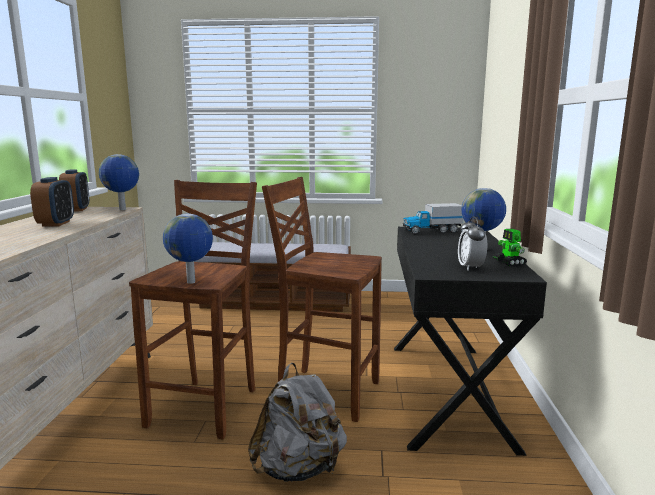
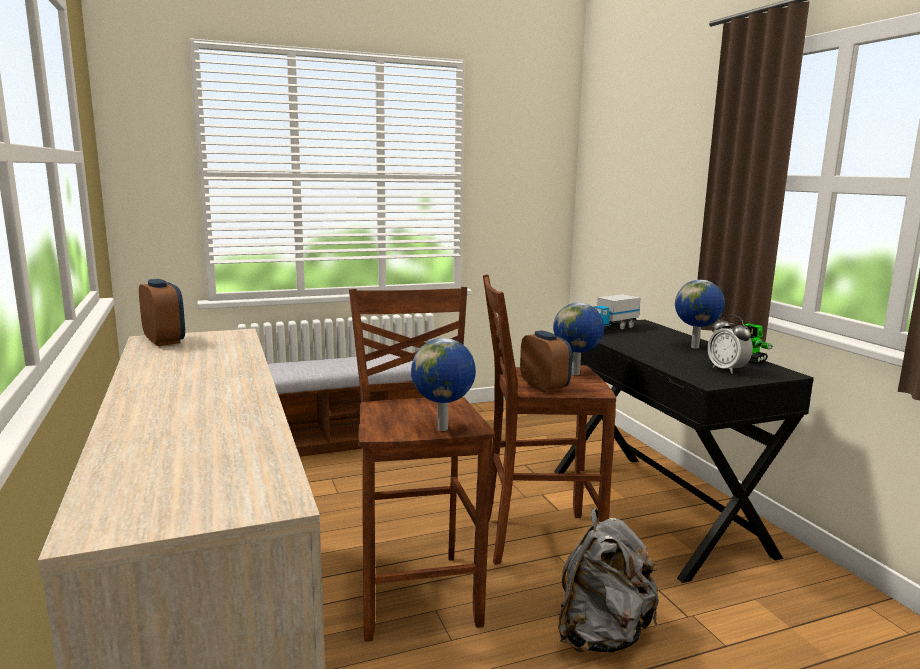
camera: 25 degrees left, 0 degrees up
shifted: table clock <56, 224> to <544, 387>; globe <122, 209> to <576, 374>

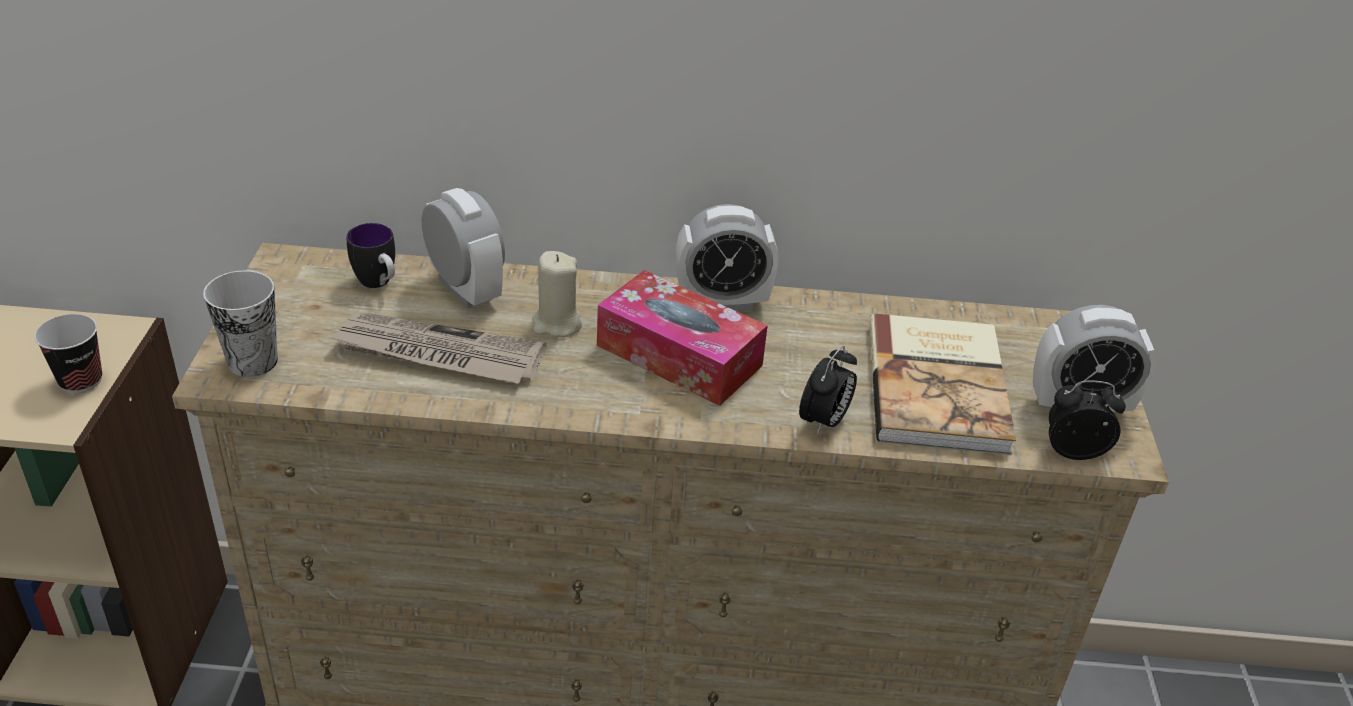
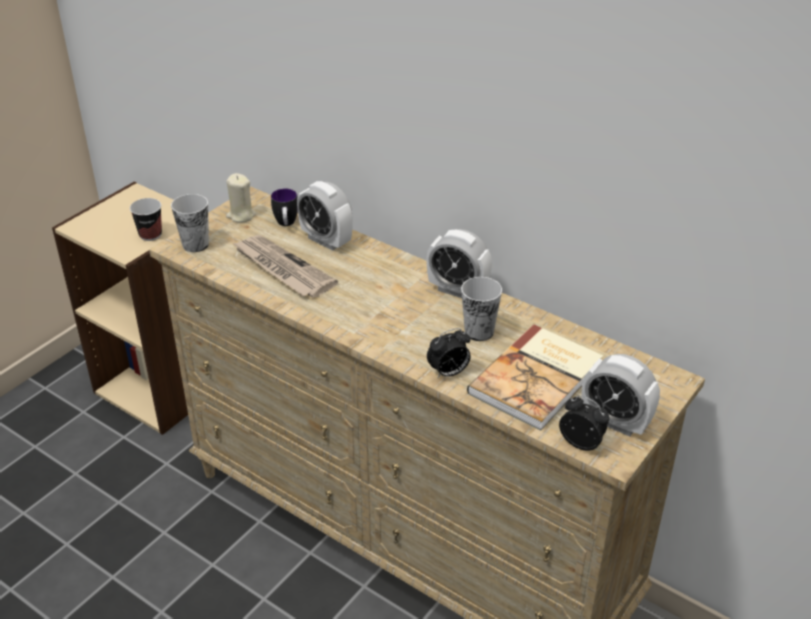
camera: 35 degrees right, 0 degrees up
gone: box of tissues <679, 355>
new: small cup <479, 331>
shifted: beige-coloured wax light <556, 324> to <241, 215>
rotated: table clock <465, 289> = <326, 240> 135 degrees clockwise

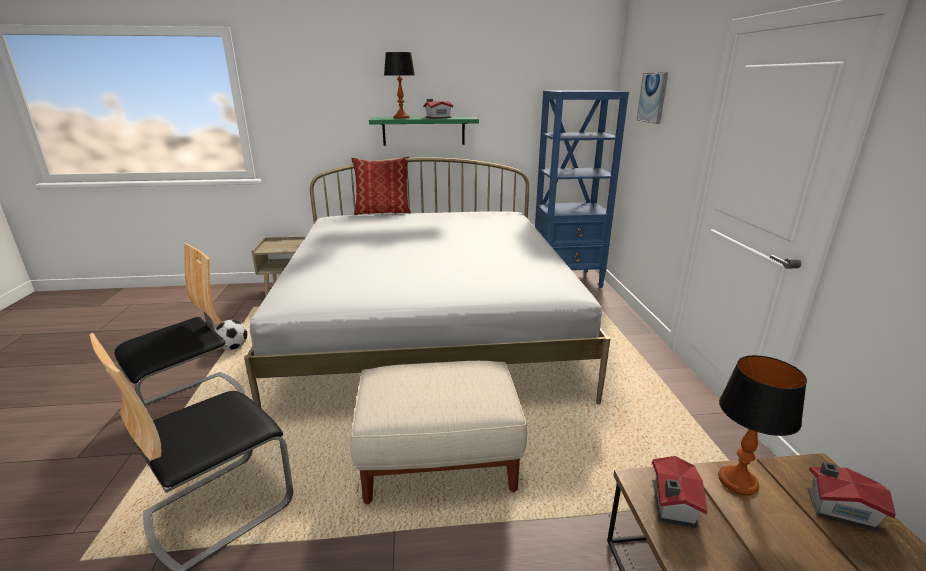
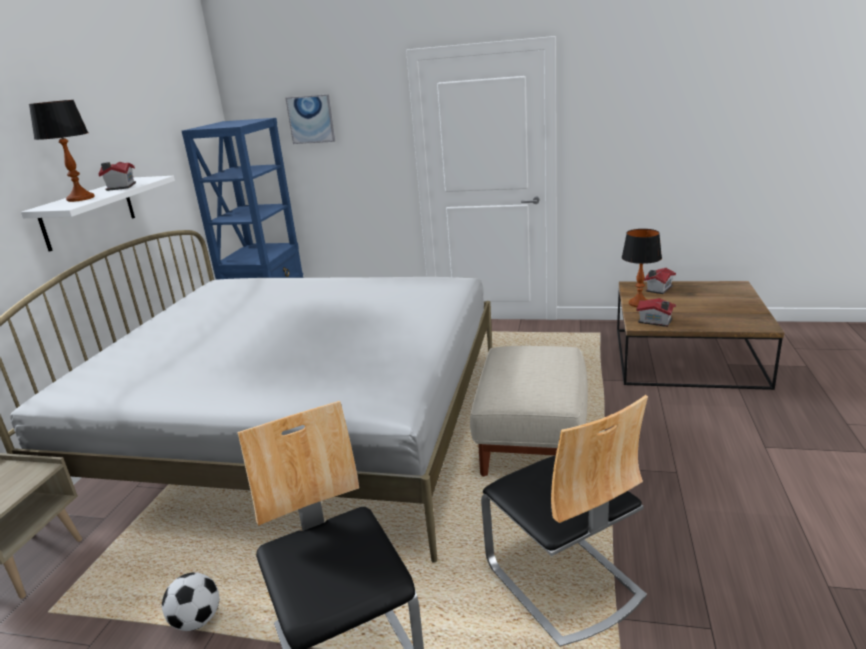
camera: 70 degrees left, 0 degrees up
gone: pillow <383, 212>
repainted: green-coloured wall shelf <423, 131> to white wall shelf <89, 213>

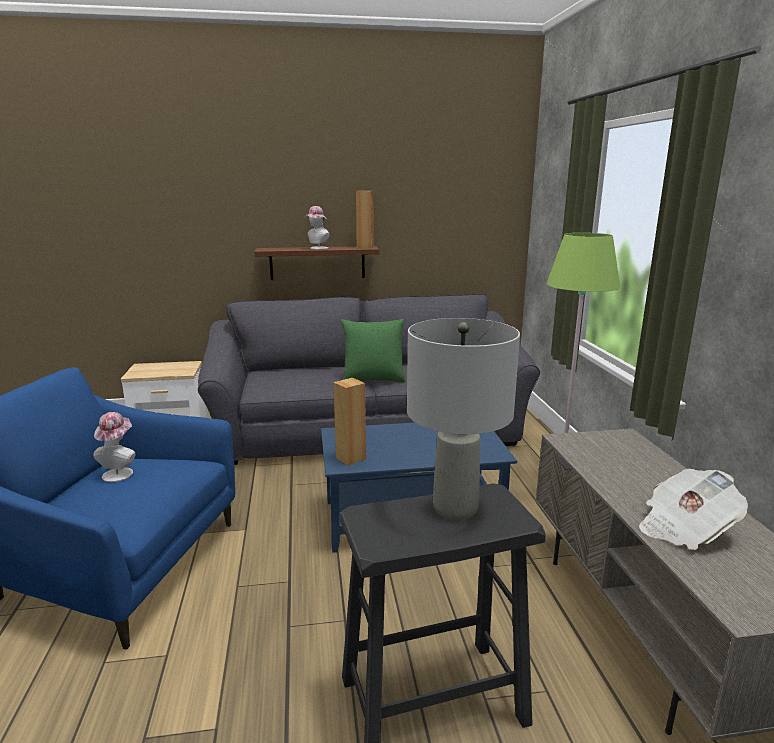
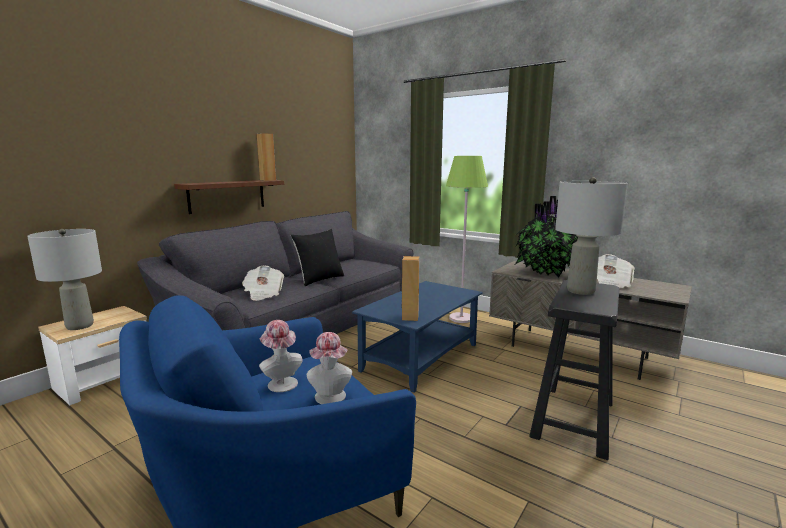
camera: 45 degrees left, 5 degrees down
new: grey lamp for a table <80, 326>; newspaper <263, 294>; potted plant <546, 272>
shifted: hat <317, 248> to <330, 398>
repainted: green-coloured pillow <373, 379> to black pillow <319, 279>

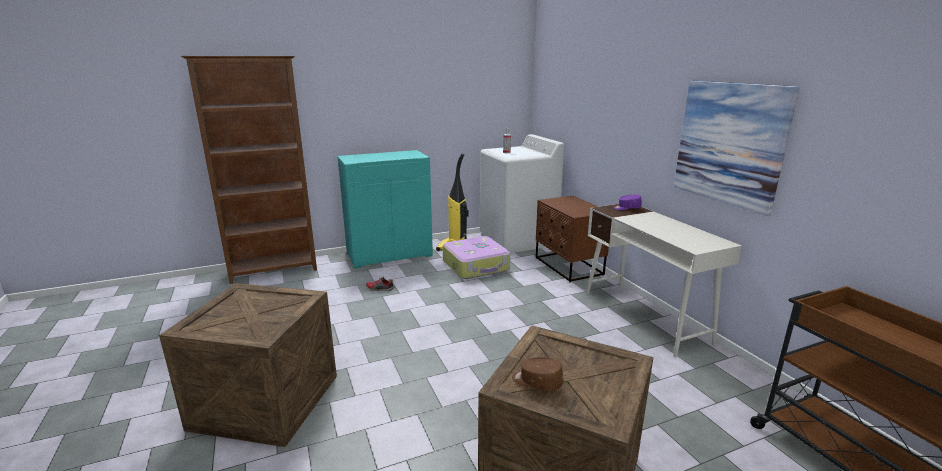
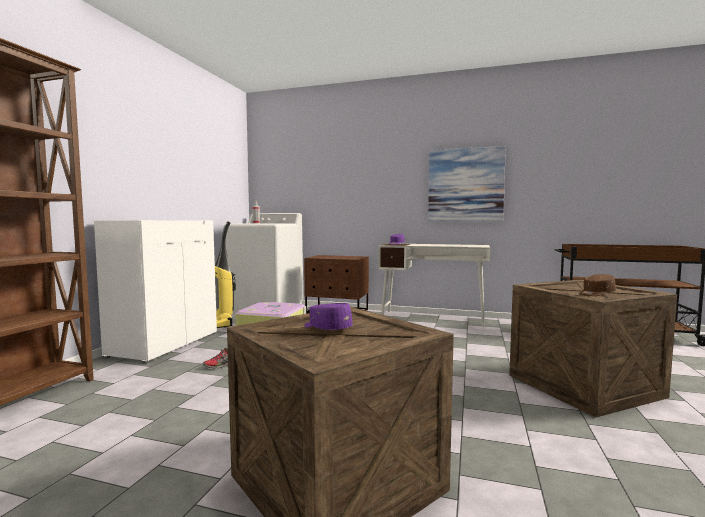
camera: 50 degrees left, 15 degrees down
new: purplish peaked cap <326, 328>
repainted: blue-green storage cabinet <389, 254> to white storage cabinet <164, 344>

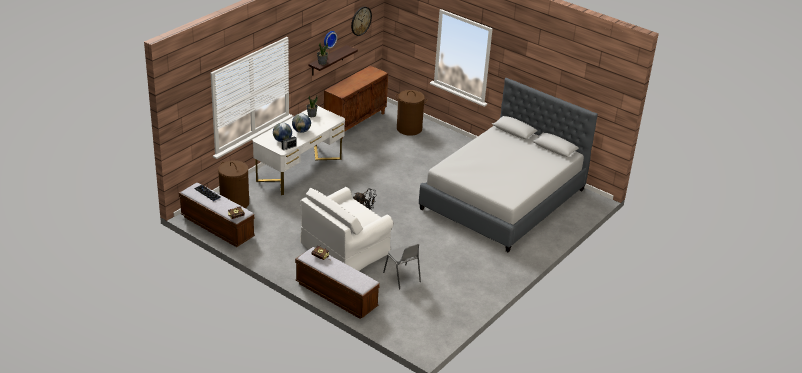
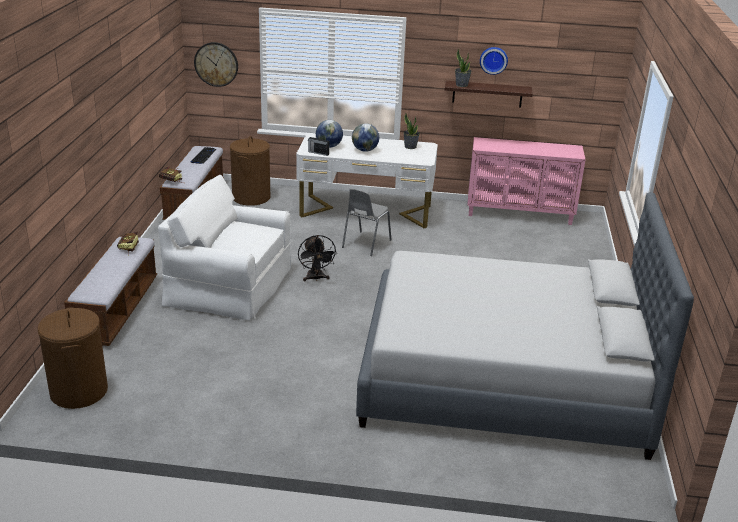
camera: 60 degrees right, 5 degrees down
shifted: wall clock <361, 21> to <216, 64>; grey plain chair <402, 277> to <365, 244>; brown-coloured hamper <409, 129> to <79, 391>
repainted: brown-coloured storage cabinet <355, 122> to pink storage cabinet <520, 213>

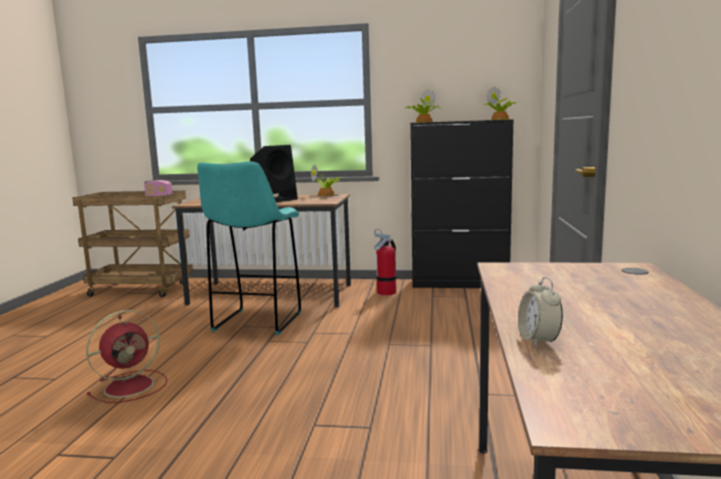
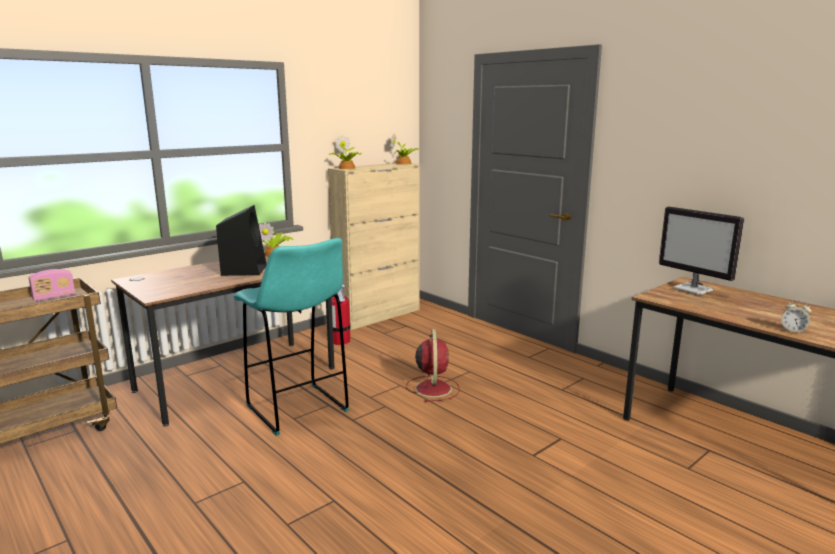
camera: 50 degrees left, 5 degrees up
new: monitor <693, 289>
shifted: reddish fan <131, 386> to <433, 388>
repainted: black storage cabinet <460, 284> to beige-coloured storage cabinet <378, 315>

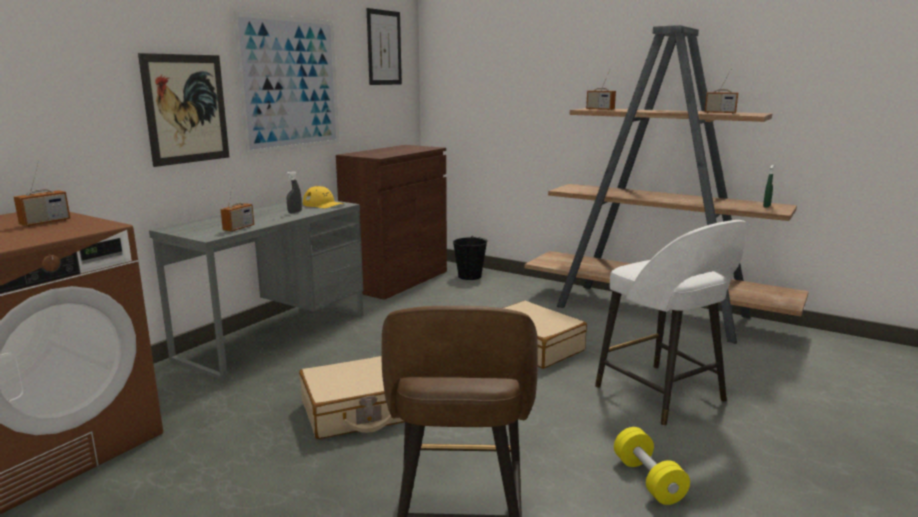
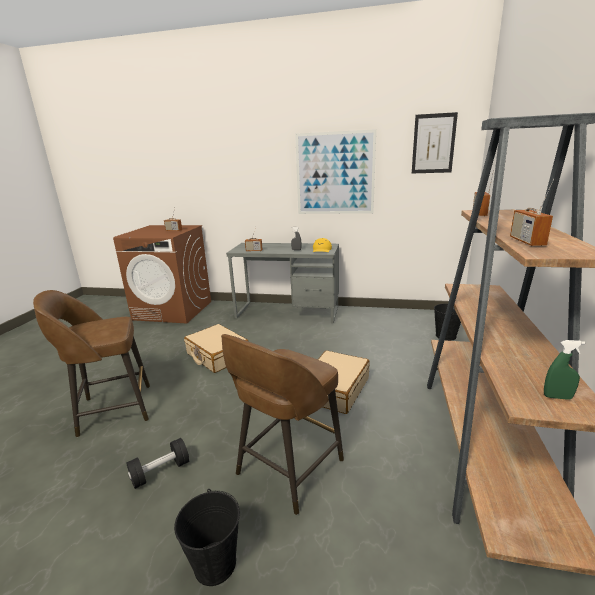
camera: 70 degrees right, 5 degrees up
gone: picture <186, 109>; brown-coloured storage cabinet <397, 280>
new: black bucket <215, 564>
repainted: white stool seat <662, 395> to brown-coloured stool seat <287, 469>; yellow-coloured free weight <648, 480> to black free weight <160, 472>

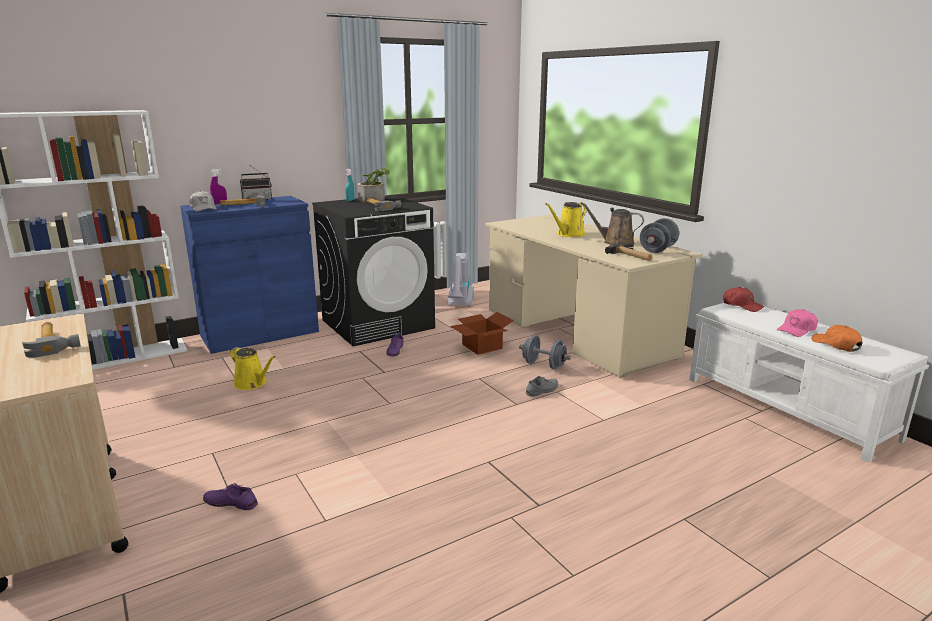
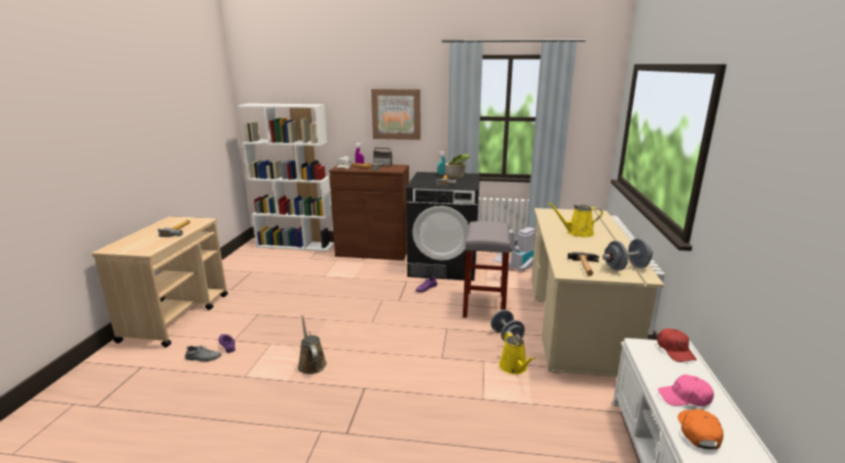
camera: 40 degrees right, 0 degrees up
new: picture <396, 114>
shifted: yellow-coloured sprinkling can <252, 383> to <514, 367>; grey shoe <542, 390> to <203, 357>; brown-coloured sprinkling can <615, 242> to <311, 363>
swapped: cardboard box <480, 346> to grey stool seat <484, 305>
repainted: blue storage cabinet <260, 333> to brown-coloured storage cabinet <373, 251>

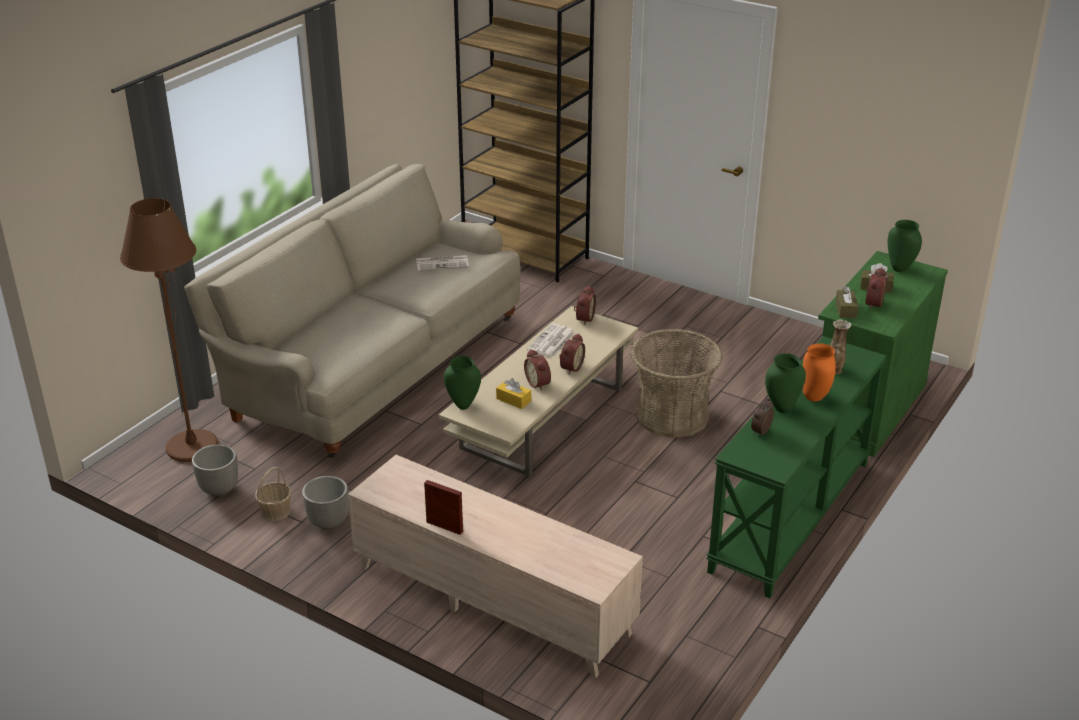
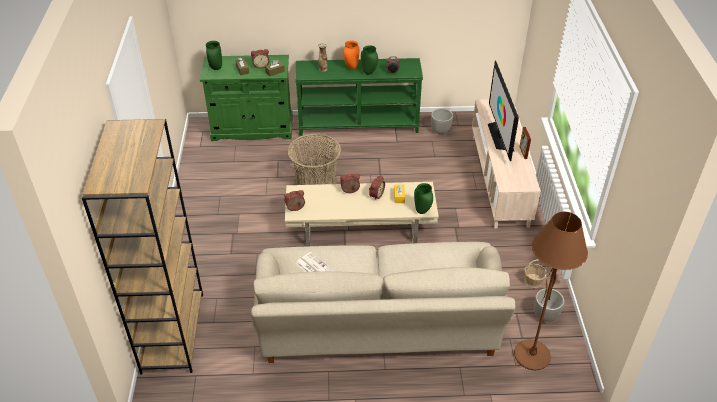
camera: 125 degrees left, 10 degrees up
gone: newspaper <551, 342>
new: TV <500, 136>
shifted: flower pot <328, 522> to <441, 131>

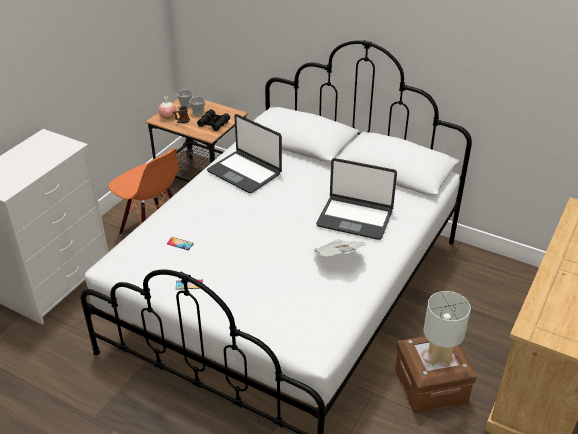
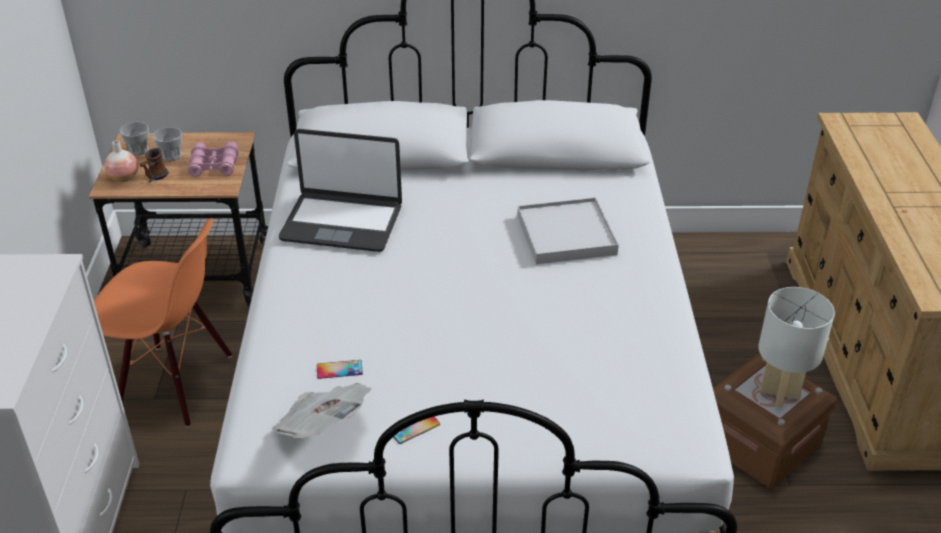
camera: 30 degrees left, 0 degrees up
shifted: newspaper <338, 258> to <323, 427>
swapped: laptop <355, 218> to white tray <566, 235>
repainted: black binoculars <213, 124> to pink binoculars <214, 165>

